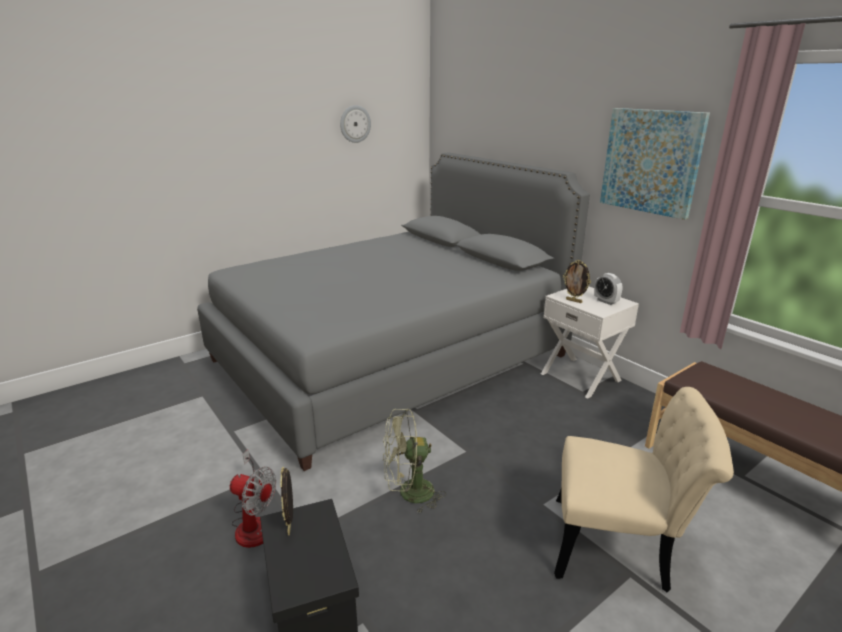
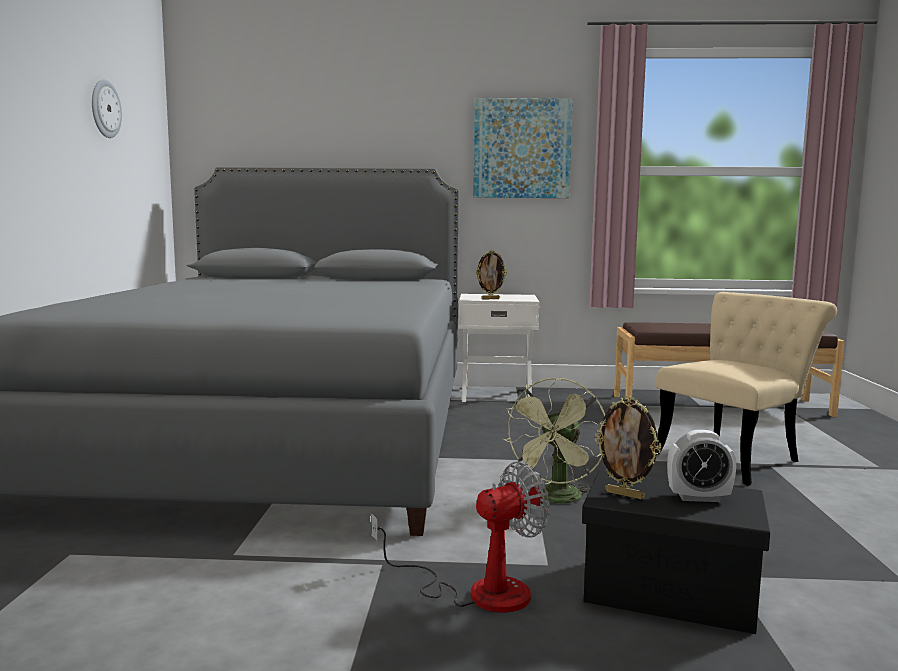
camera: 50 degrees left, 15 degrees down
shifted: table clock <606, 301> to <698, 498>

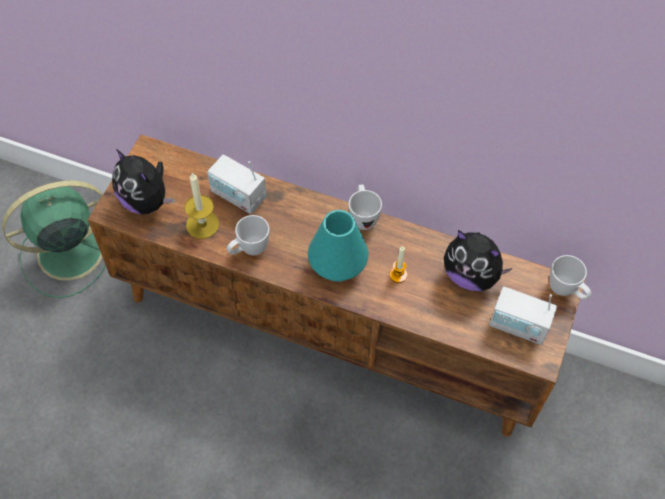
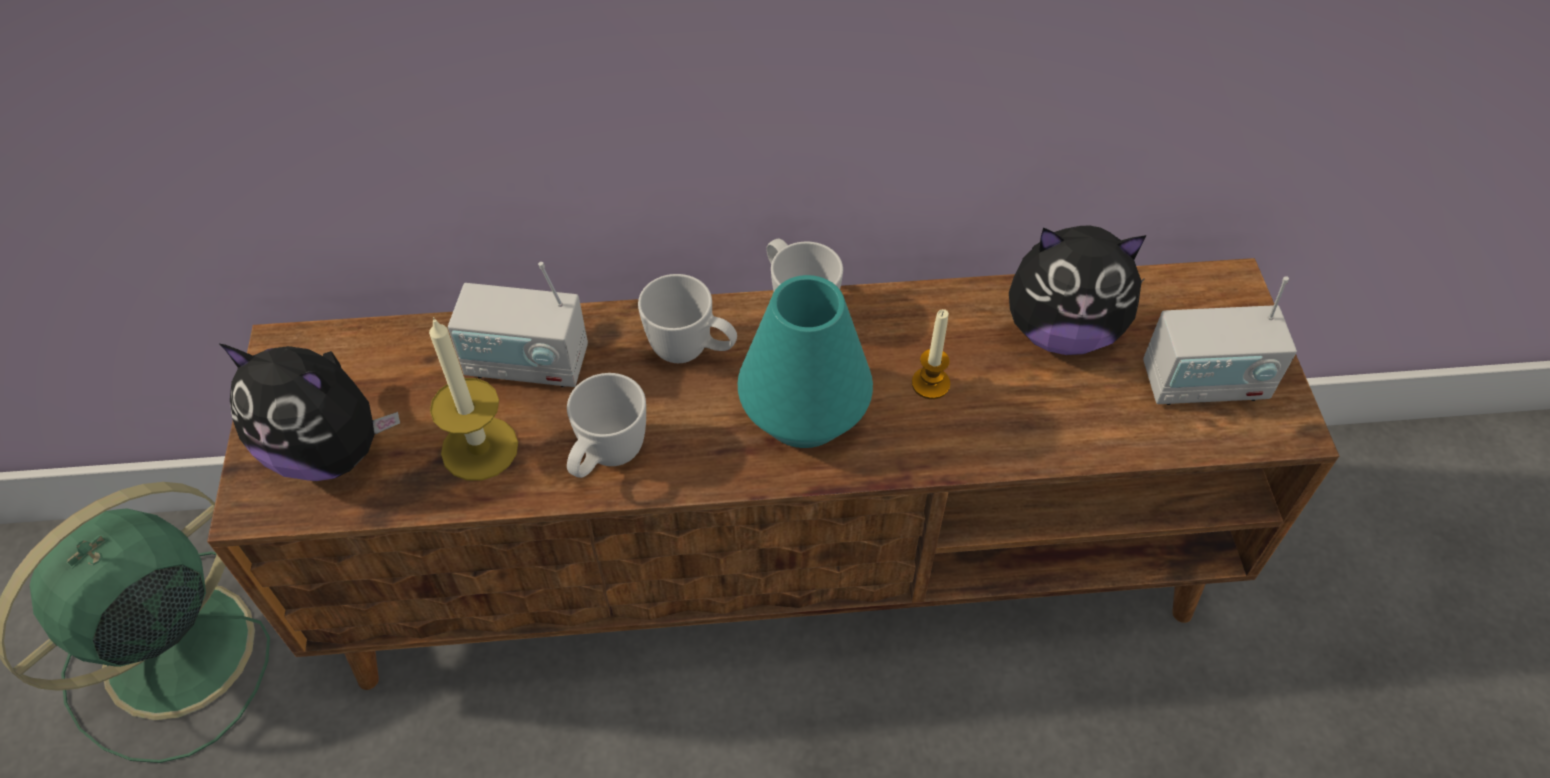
camera: 25 degrees left, 5 degrees down
shifted: white mug <566, 291> to <692, 352>

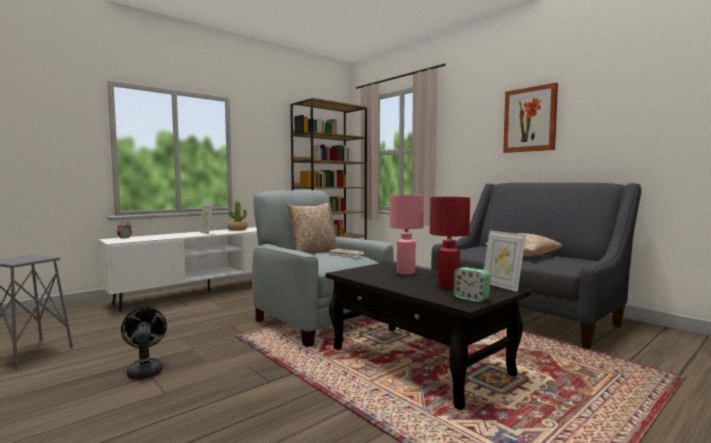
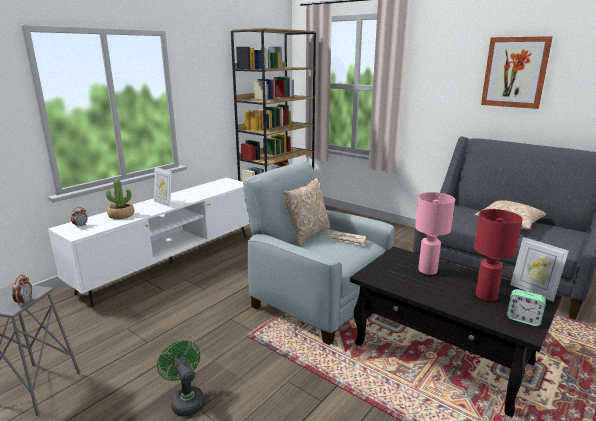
camera: 10 degrees left, 15 degrees up
new: table clock <25, 302>
shifted: potted plant <237, 229> to <121, 215>
repainted: black fan <145, 370> to green-coloured fan <186, 400>

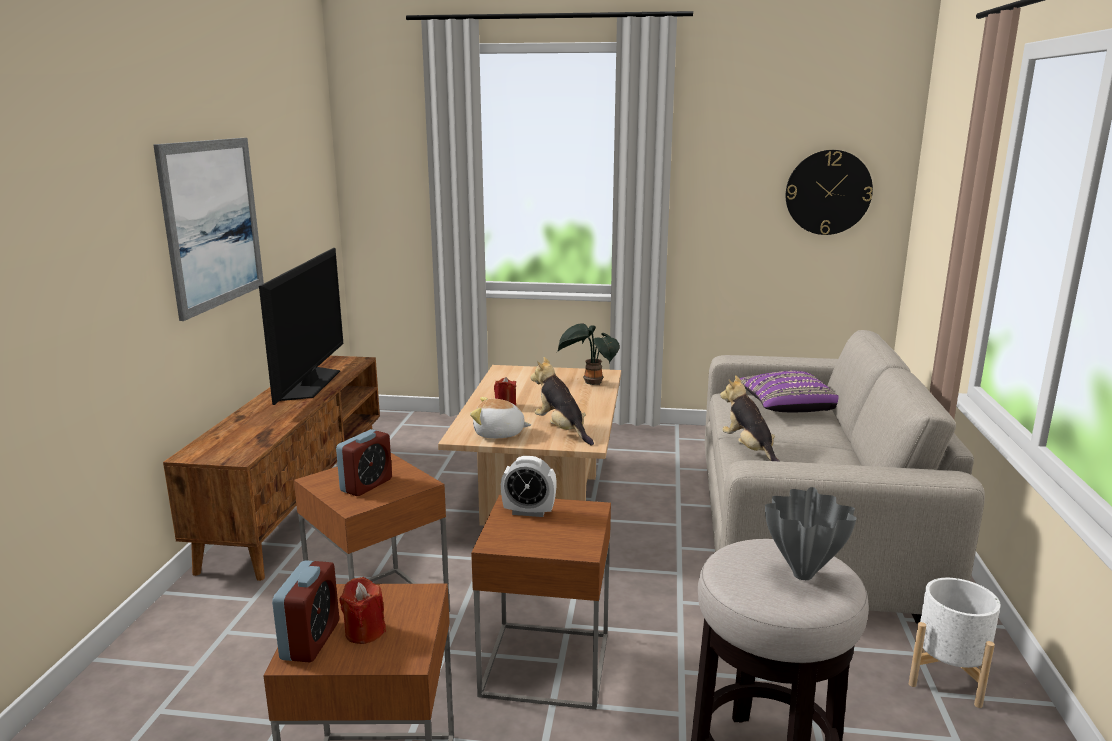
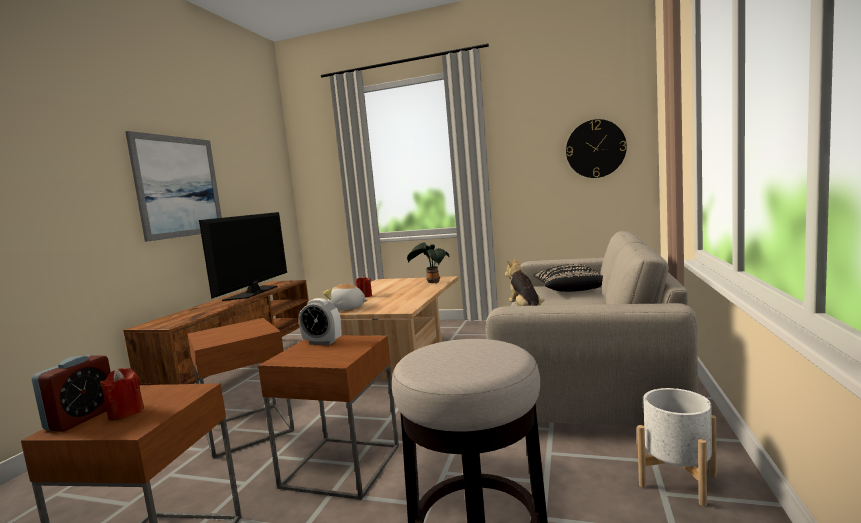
camera: 10 degrees right, 10 degrees down
gone: table clock <366, 485>; soft toy <562, 430>; grey flower vase <802, 576>
repainted: purplish pillow <786, 407> to black pillow <569, 290>

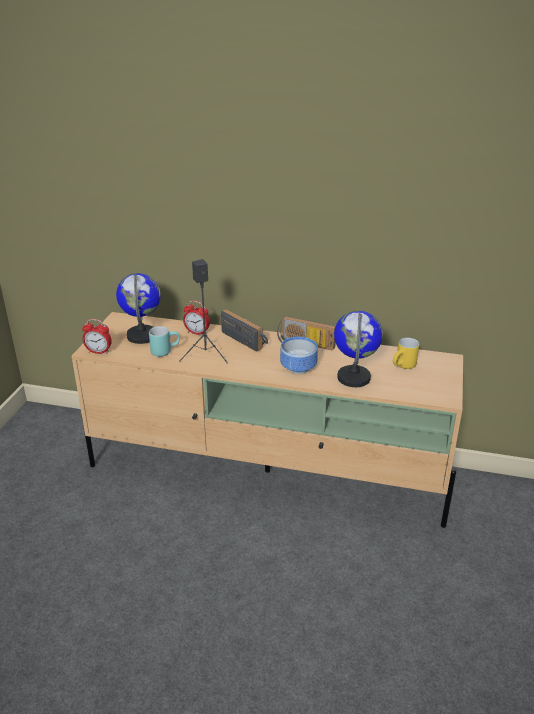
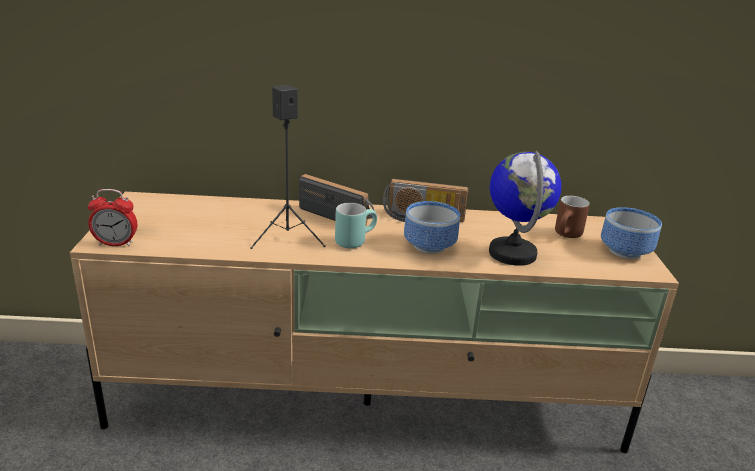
camera: 15 degrees left, 5 degrees down
gone: globe <142, 336>; table clock <197, 333>
new: deep dish <627, 251>
shifted: blue-green mug <165, 351> to <354, 240>
repainted: yellow-coloured mug <404, 367> to brown-coloured mug <568, 236>

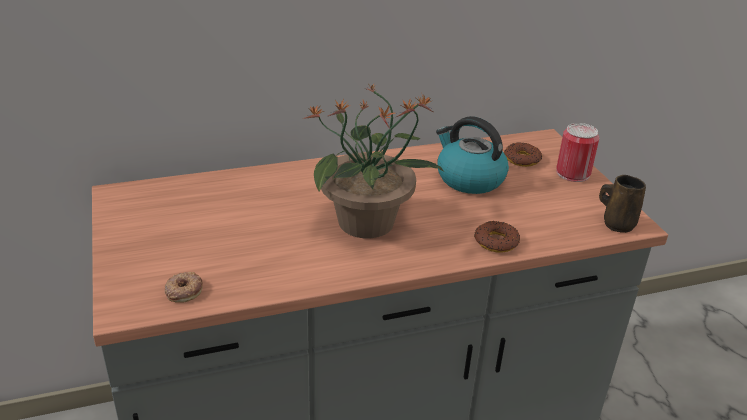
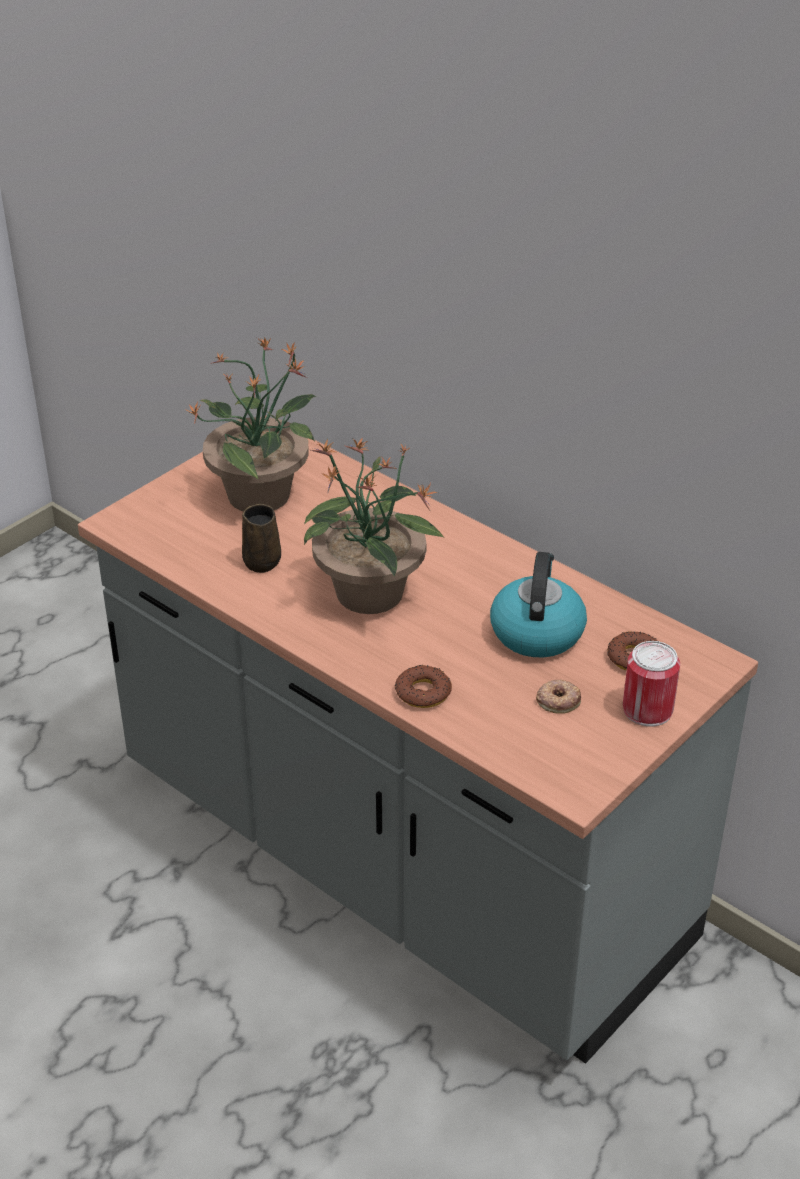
camera: 60 degrees right, 5 degrees up
new: potted plant <261, 494>
shifted: donut <183, 290> to <558, 700>; brown-coloured mug <616, 224> to <263, 561>

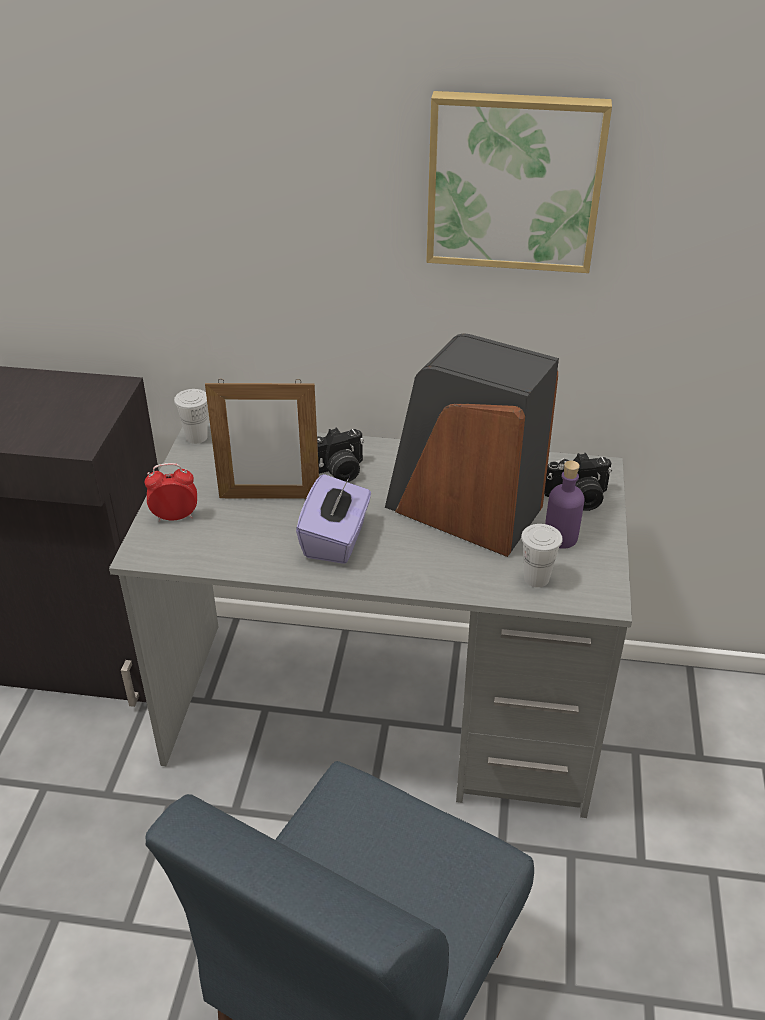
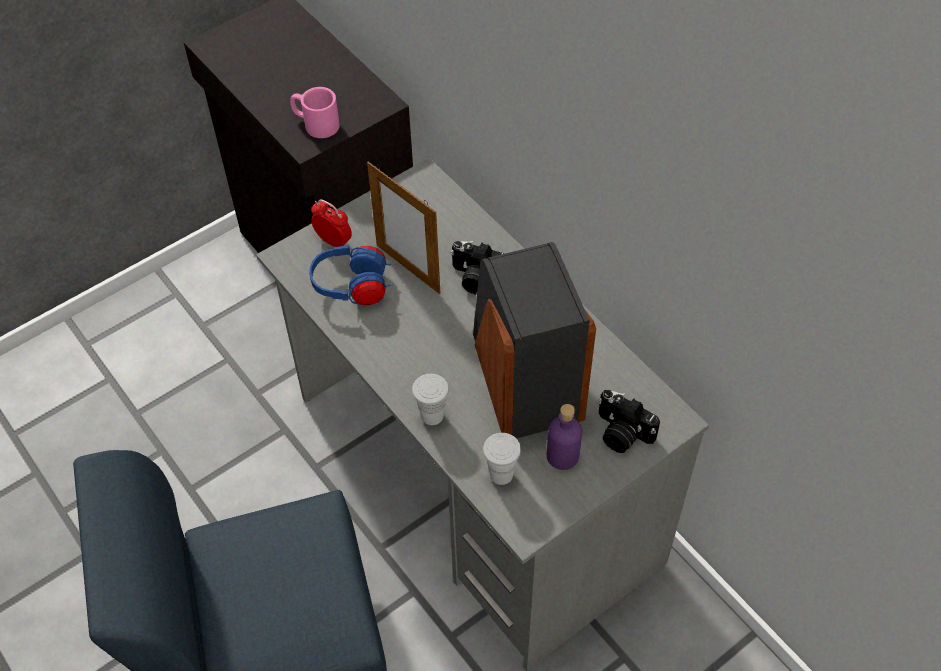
camera: 45 degrees right, 15 degrees up
gone: purplish box of tissues <336, 539>; picture <514, 181>
new: pink mug <315, 123>; blue pair of headphones <352, 288>
shifted: white small cup <196, 437> to <432, 415>

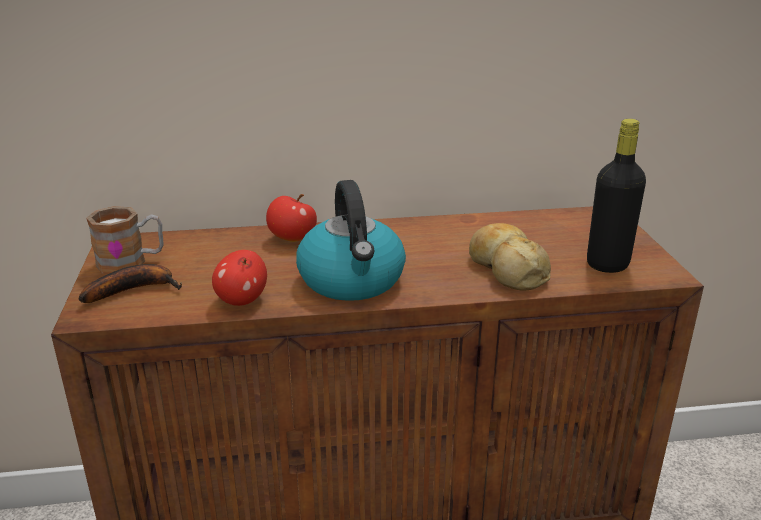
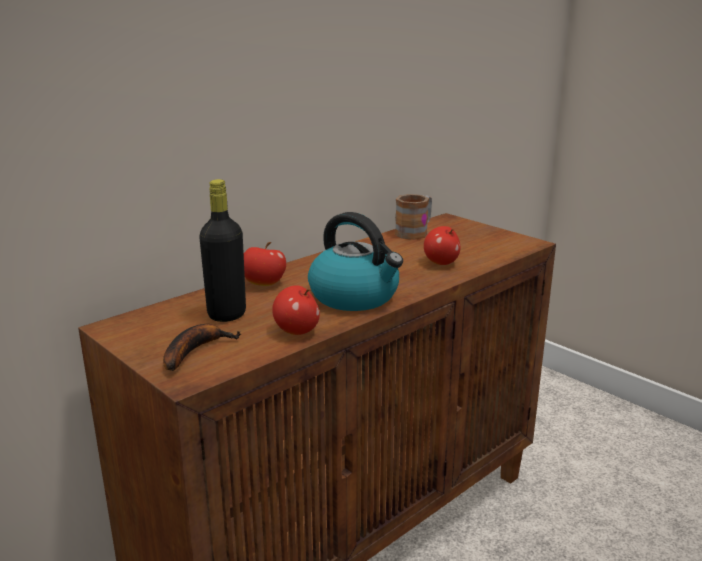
camera: 35 degrees left, 5 degrees down
shifted: mug <131, 262> to <415, 232>; black bottle <607, 264> to <227, 314>
swapped: baked bread <507, 268> to apple fruit <441, 263>

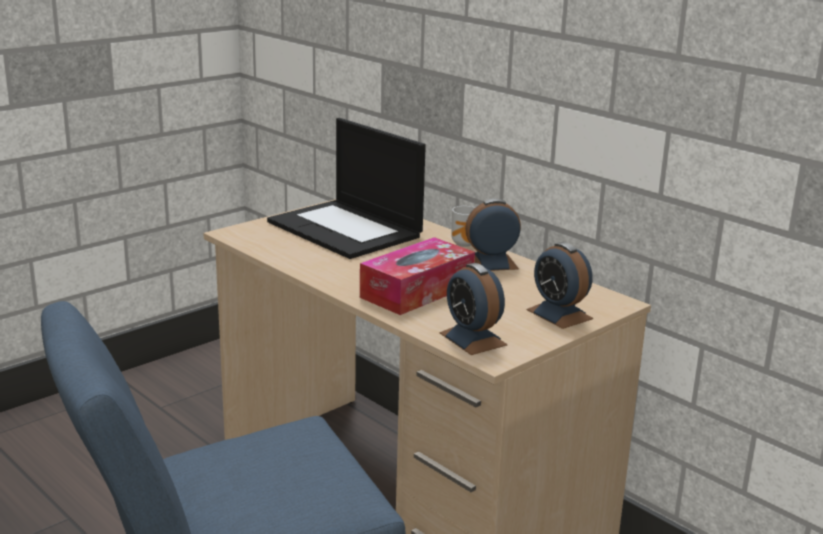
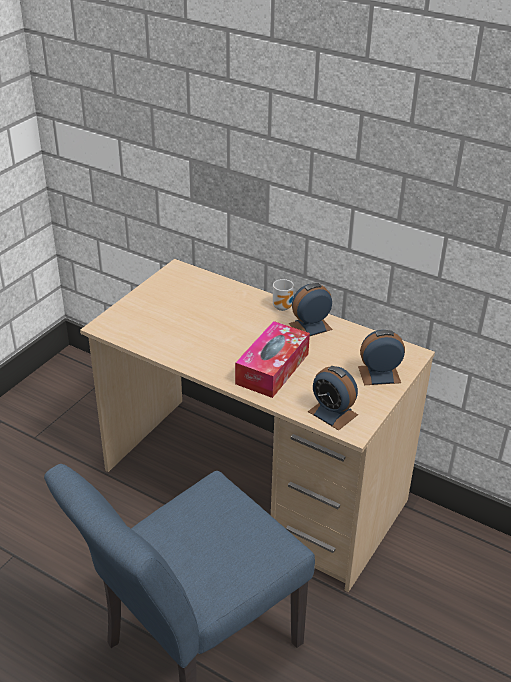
camera: 15 degrees left, 15 degrees up
gone: laptop <346, 229>
rotated: table clock <559, 314> = <379, 374> 135 degrees clockwise

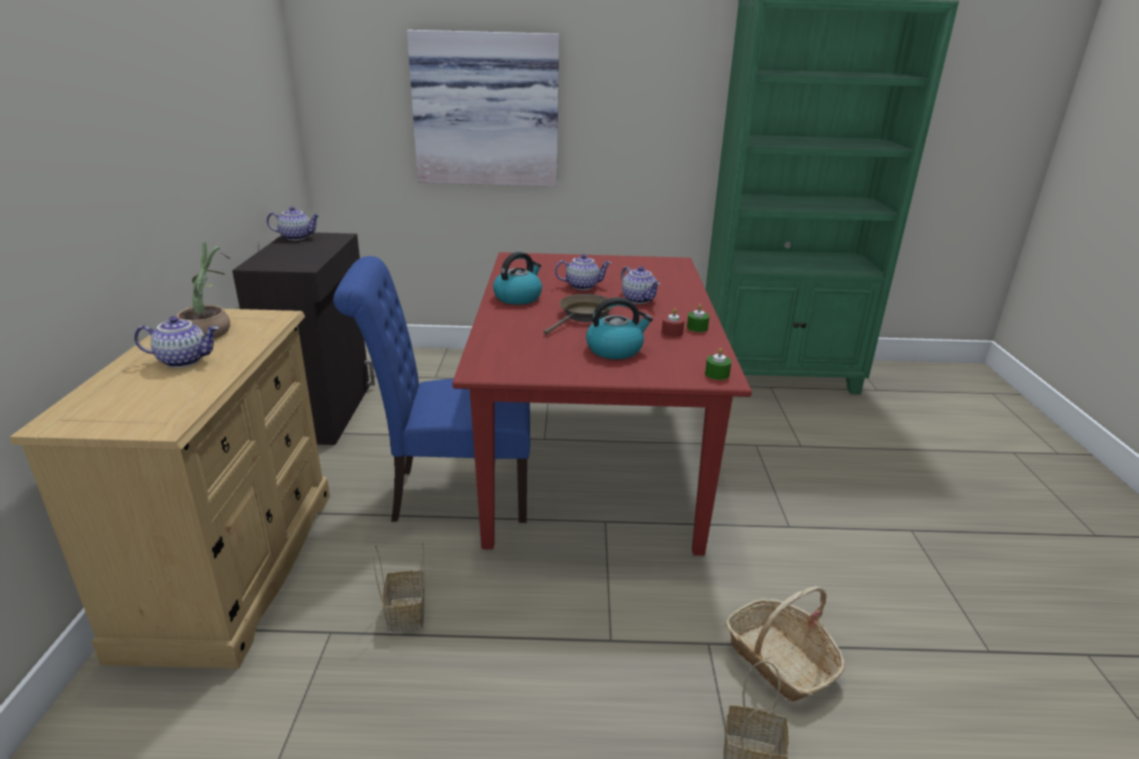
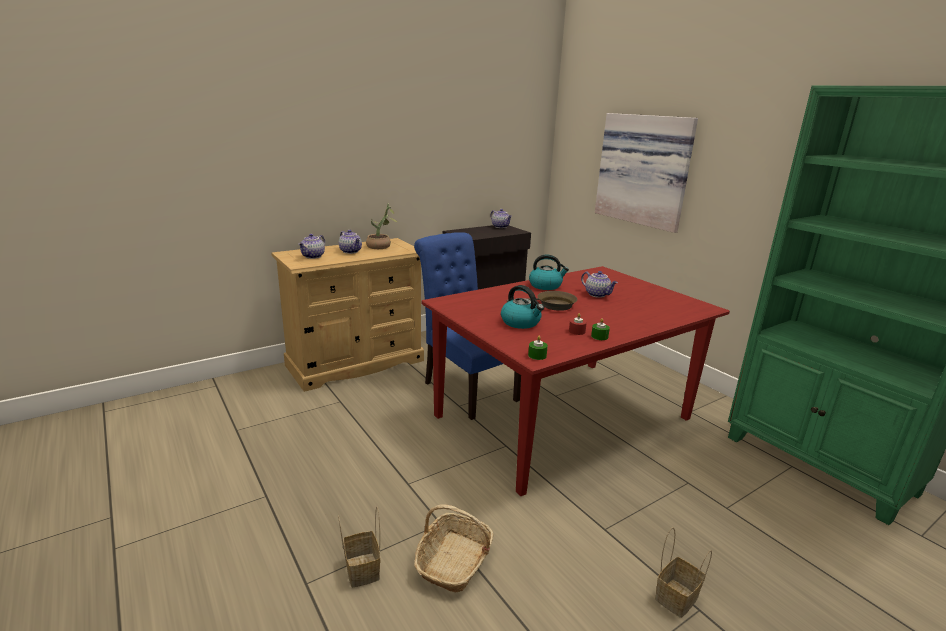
camera: 55 degrees right, 5 degrees down
shifted: basket <405, 613> to <676, 596>; tea pot <639, 299> to <313, 256>

